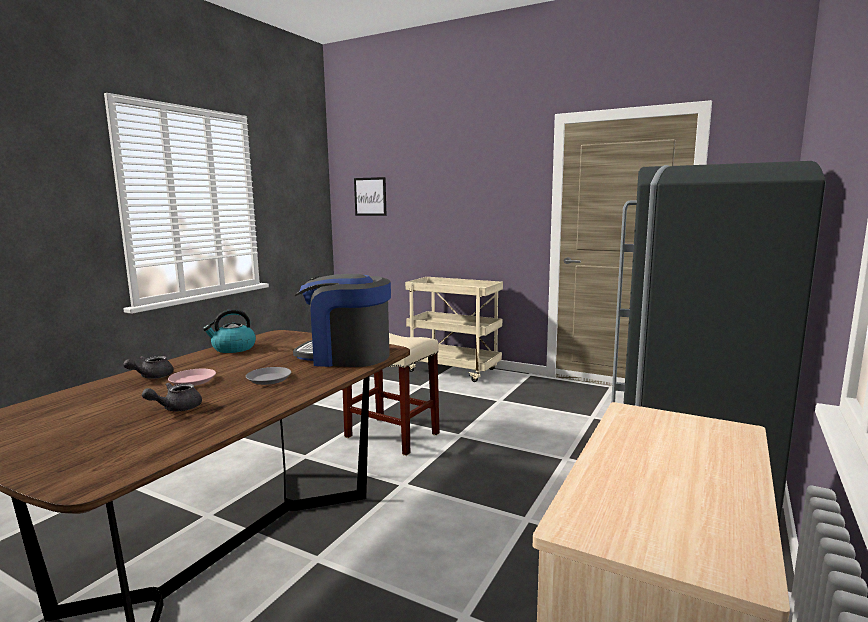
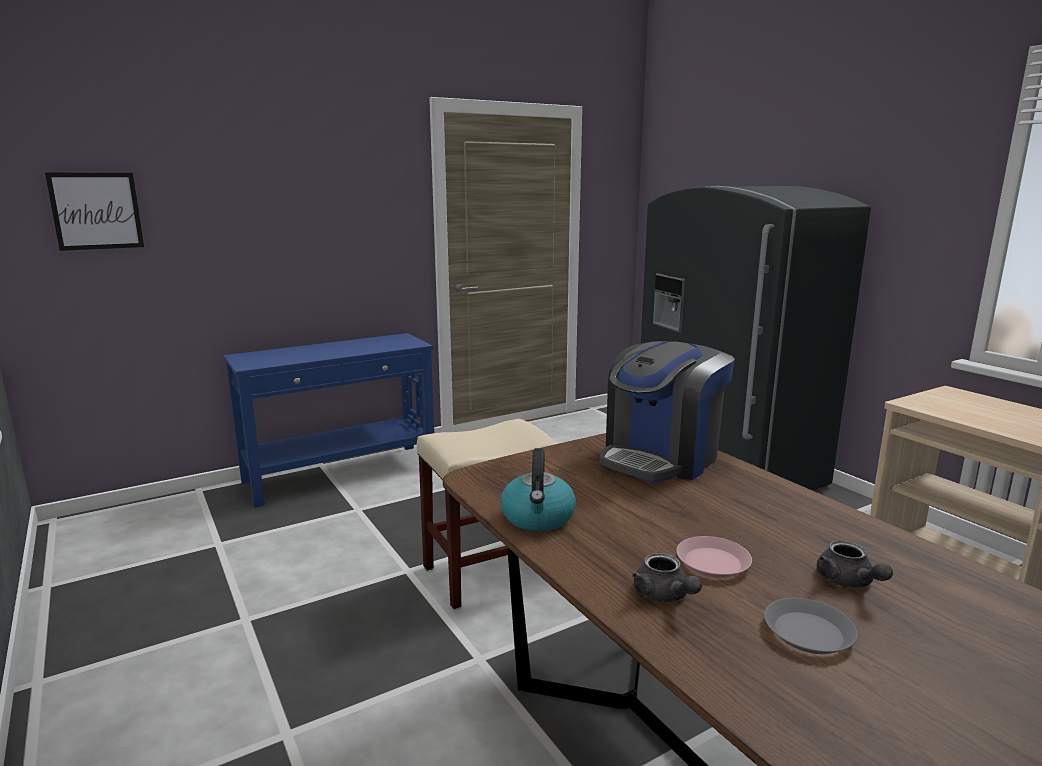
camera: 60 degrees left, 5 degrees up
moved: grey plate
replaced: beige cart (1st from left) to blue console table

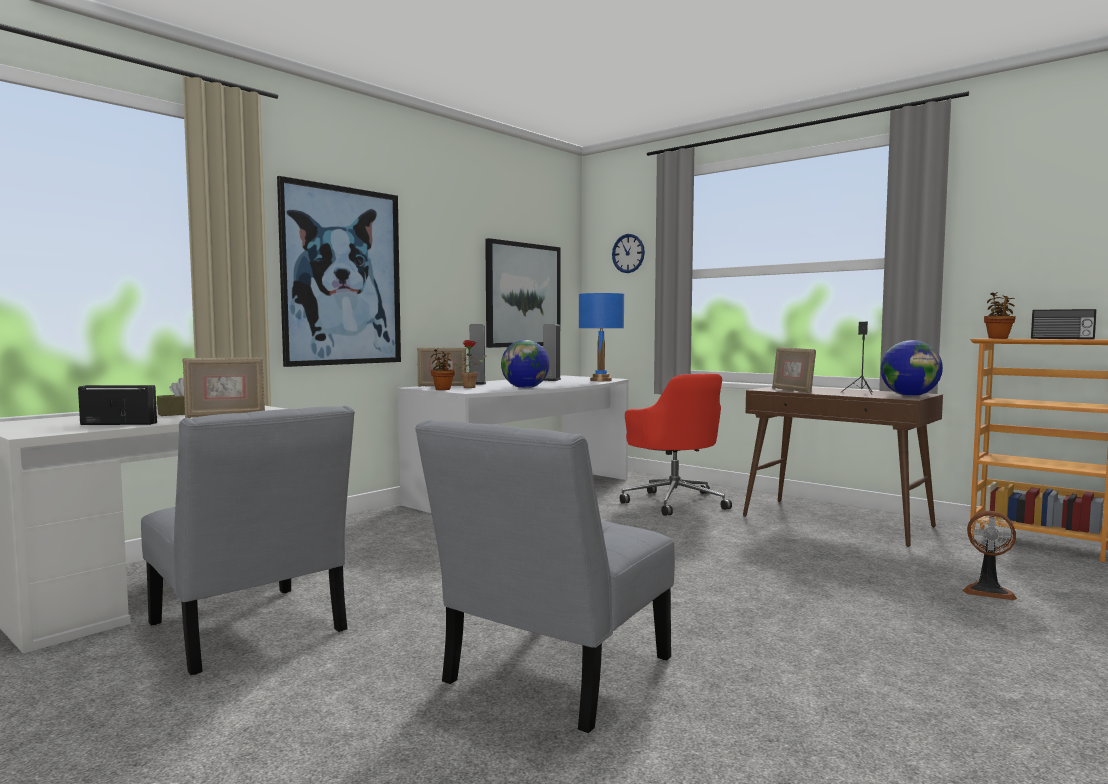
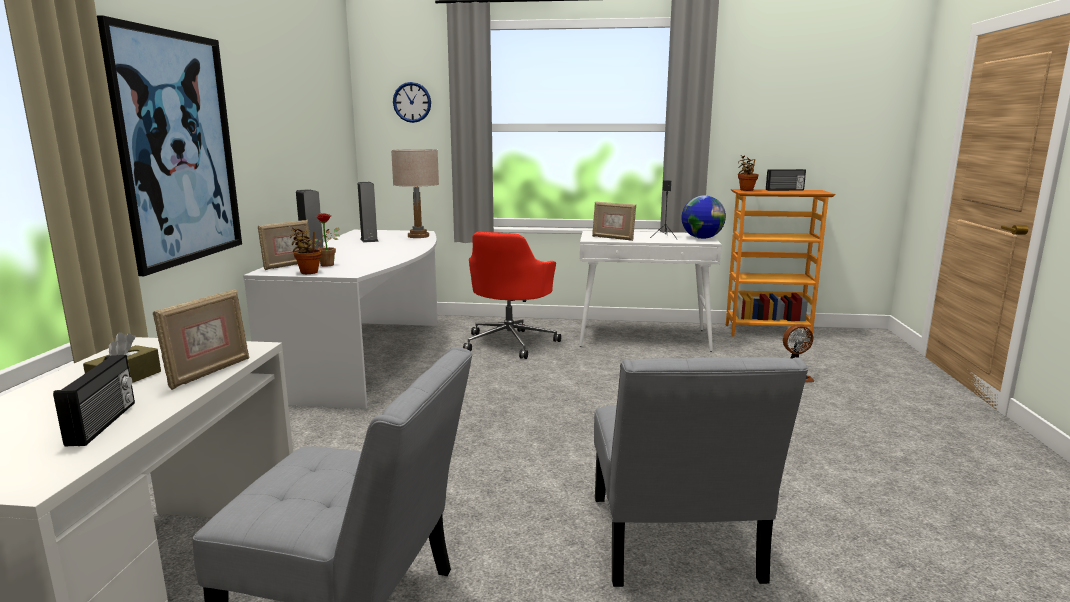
camera: 35 degrees left, 10 degrees up
removed: picture (2nd from left); globe (1st from left)
recoloured: blue table lamp to beige table lamp; brown console table to white console table
turned: radio (1st from left) 120 degrees clockwise; red office chair 75 degrees clockwise

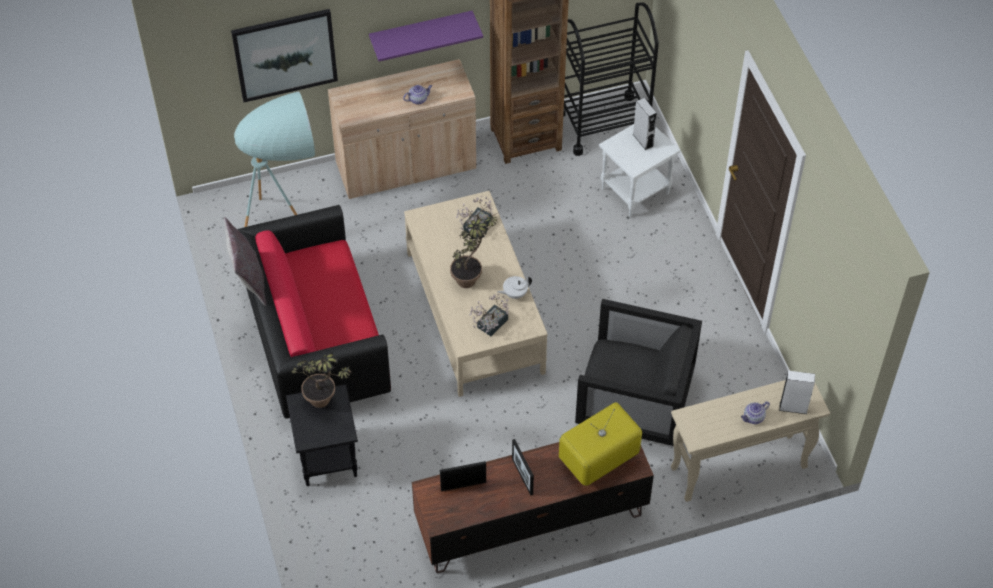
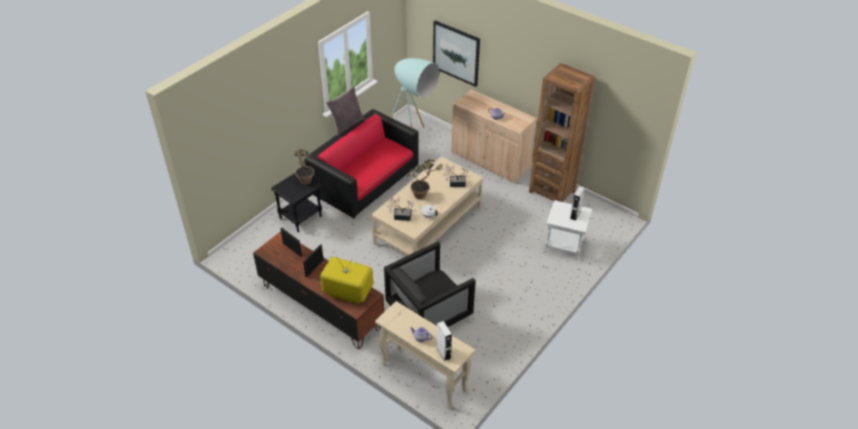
camera: 55 degrees right, 10 degrees down
removed: purple shelf; black cart
turned: black armchair 75 degrees clockwise

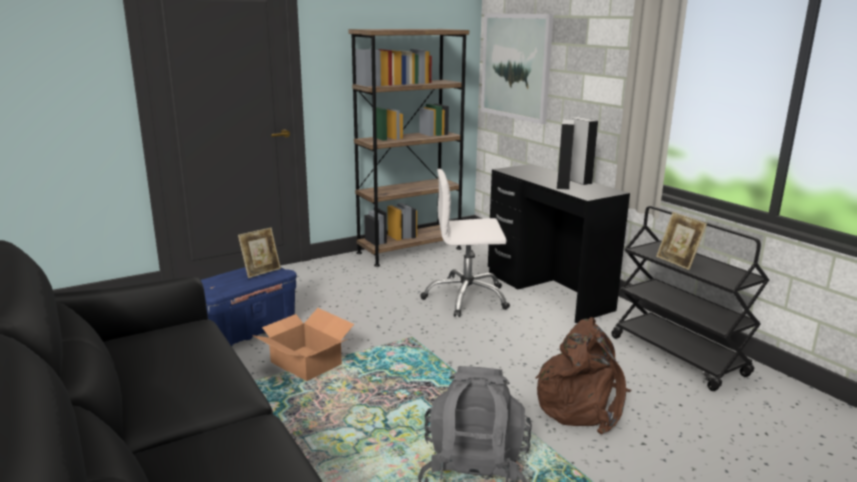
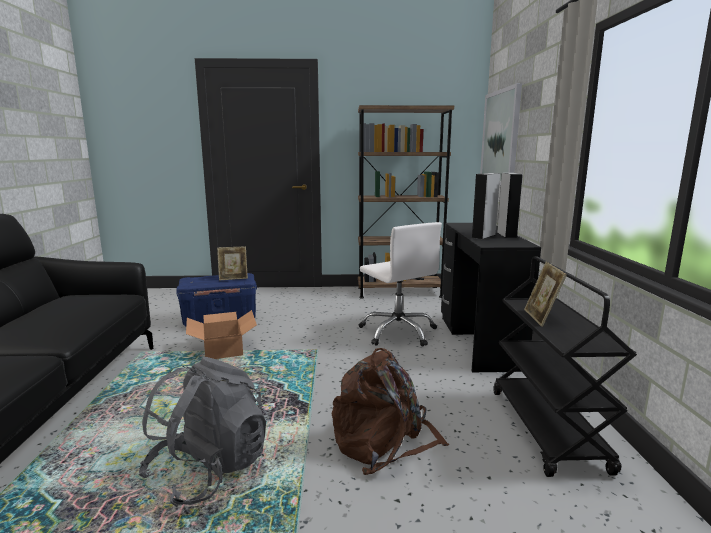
camera: 30 degrees right, 5 degrees down
turned: white office chair 150 degrees counterclockwise

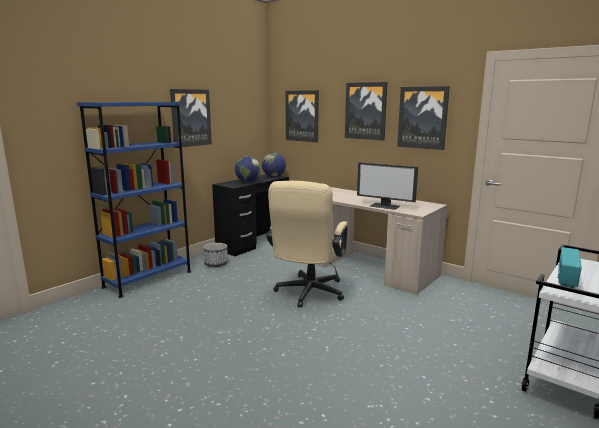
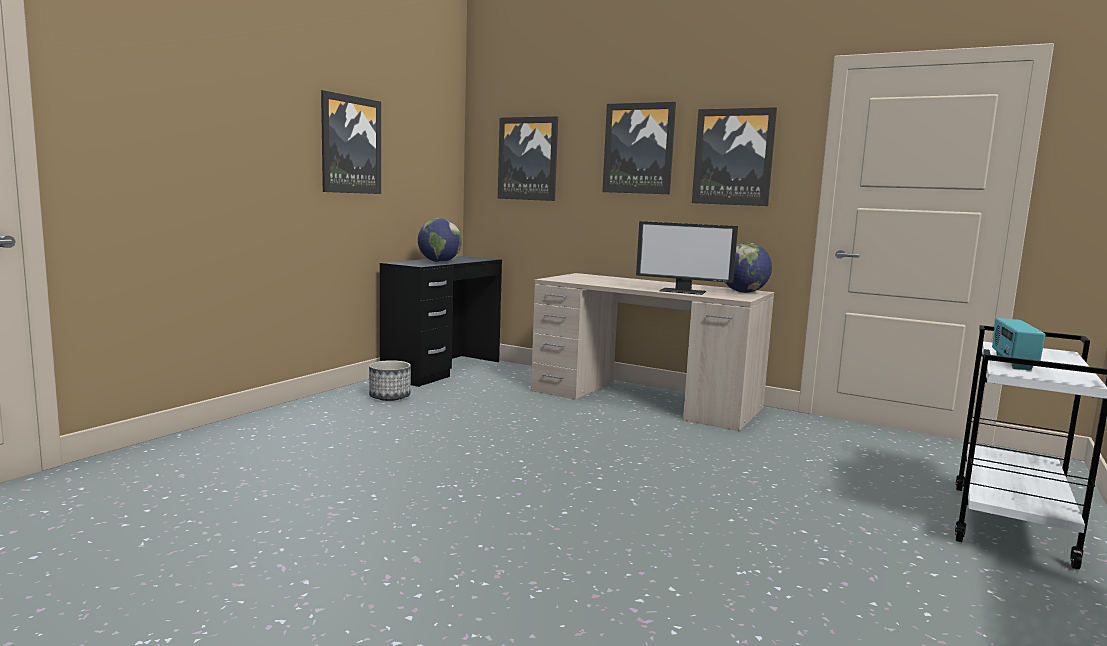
camera: 10 degrees left, 5 degrees down
removed: blue bookcase; beige office chair
moved: globe (2nd from left)

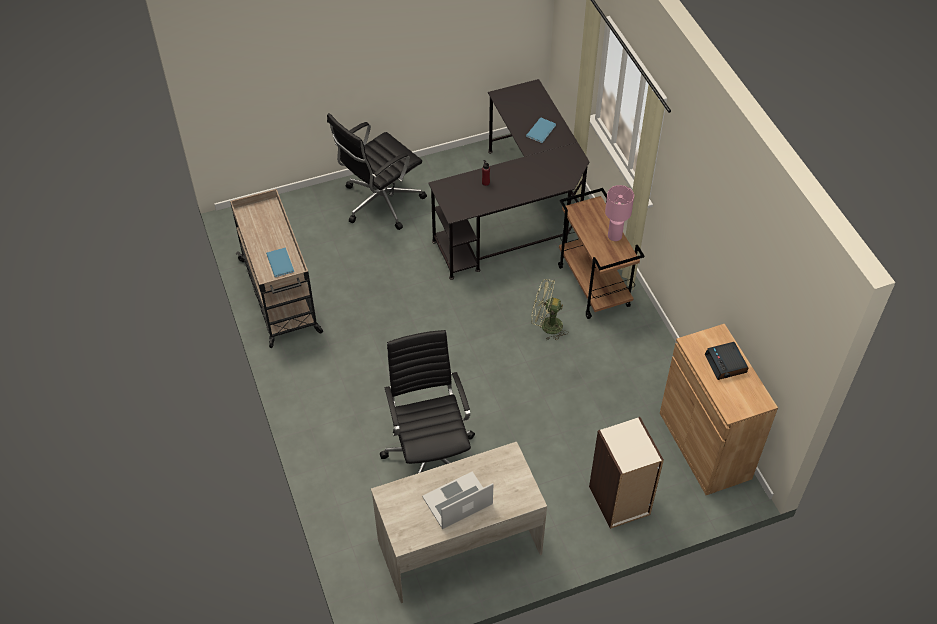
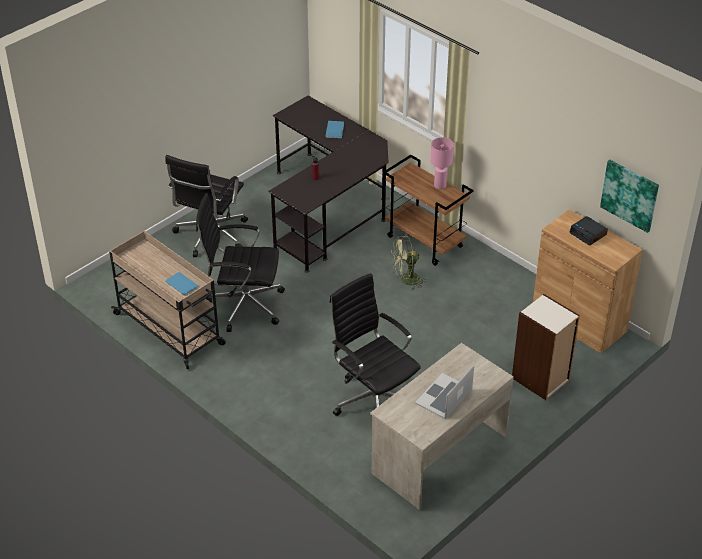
camera: 25 degrees left, 10 degrees down
added: black office chair (2nd from left); picture

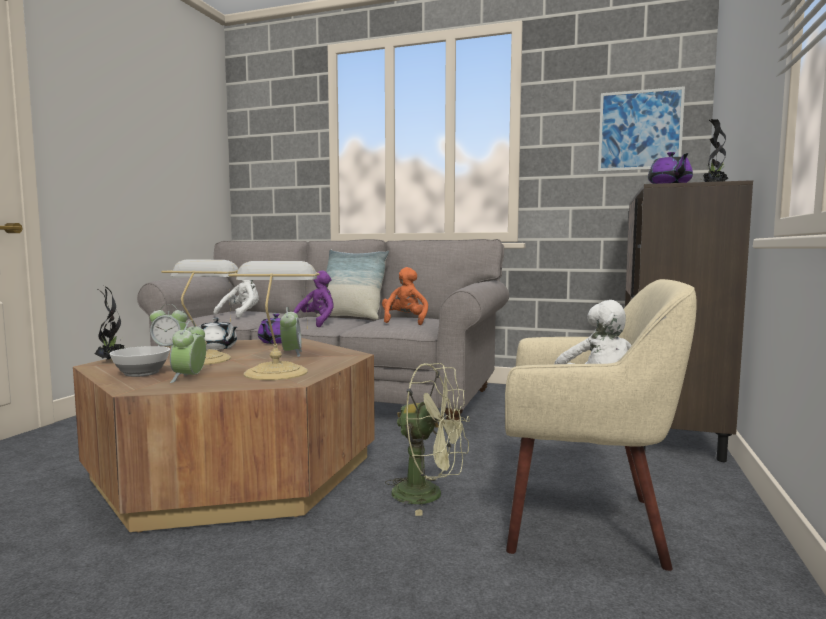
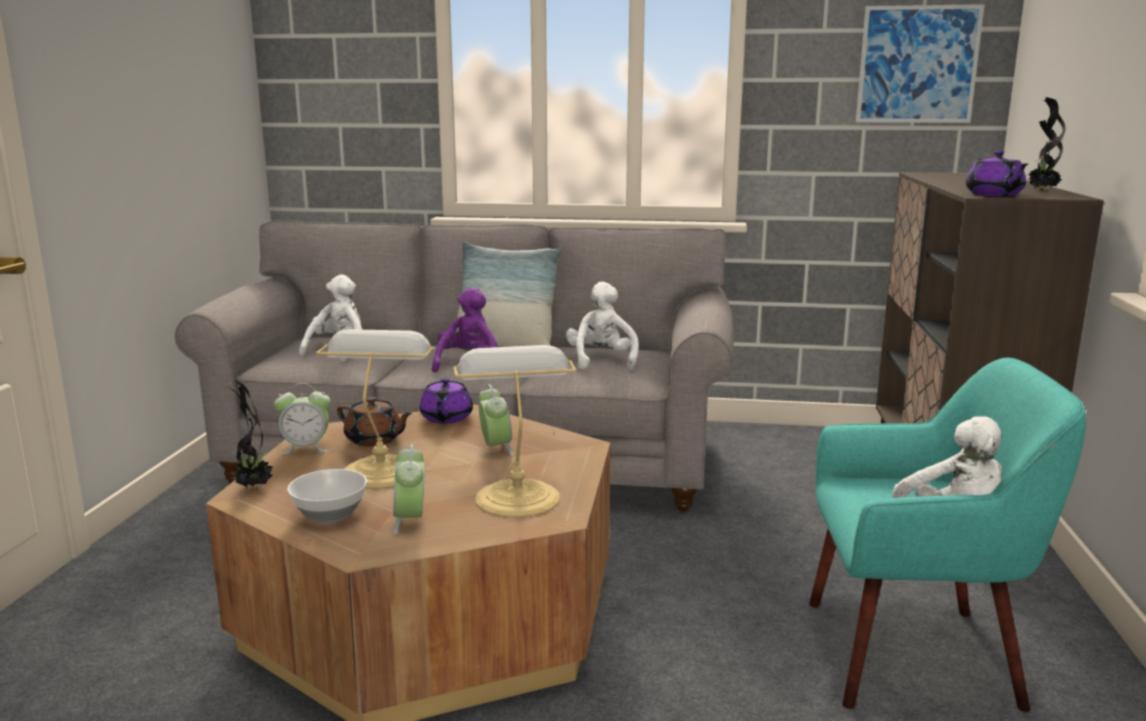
camera: 10 degrees left, 10 degrees up
removed: green fan
recoloured: white teapot to brown teapot; orange plush toy to white plush toy (2nd from left); beige armchair to turquoise armchair

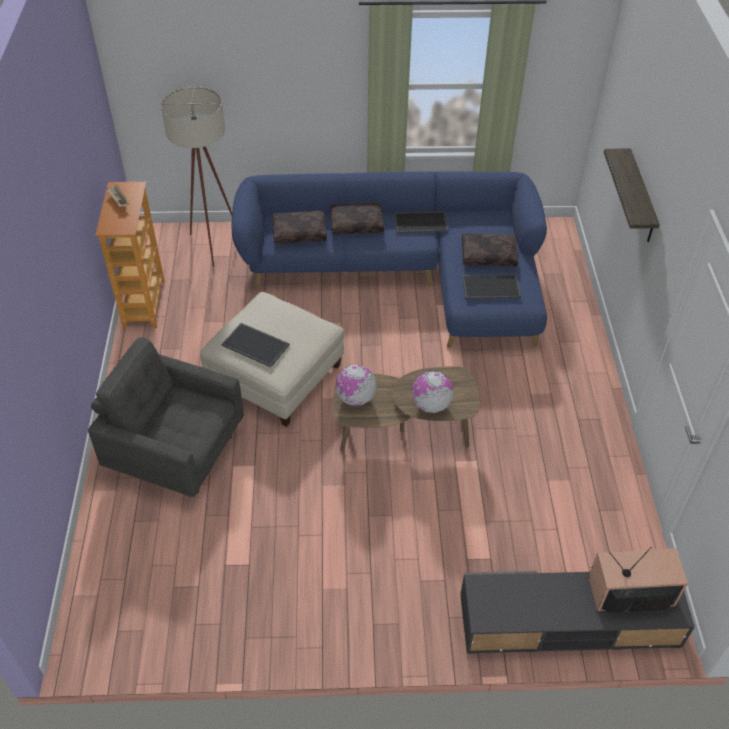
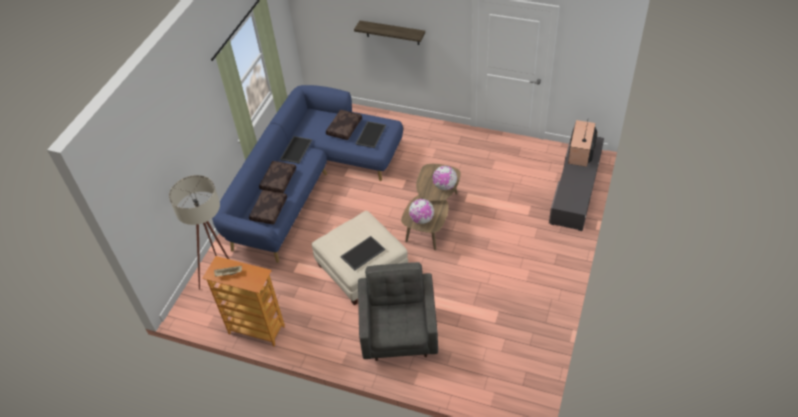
camera: 65 degrees left, 0 degrees up
turned: grey armchair 135 degrees clockwise

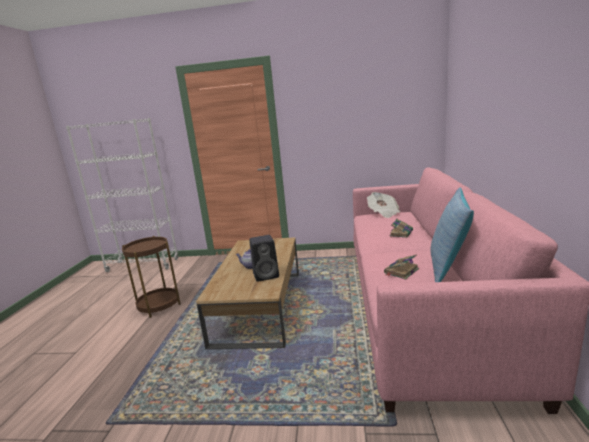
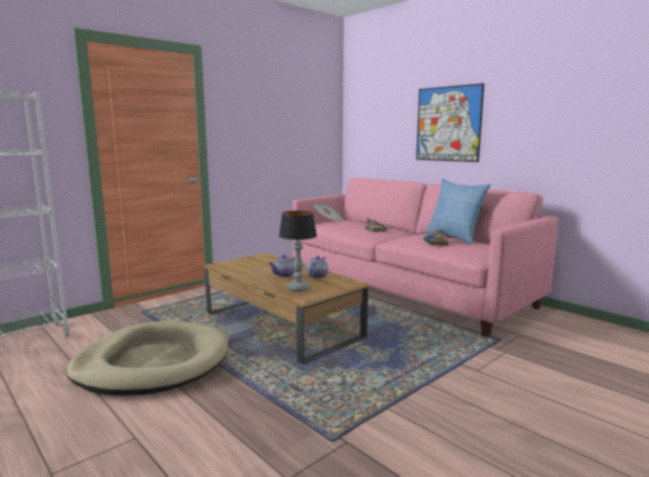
camera: 50 degrees left, 5 degrees down
added: table lamp; picture
replaced: brown side table to beige dog bed; black speaker to teapot (2nd from left)

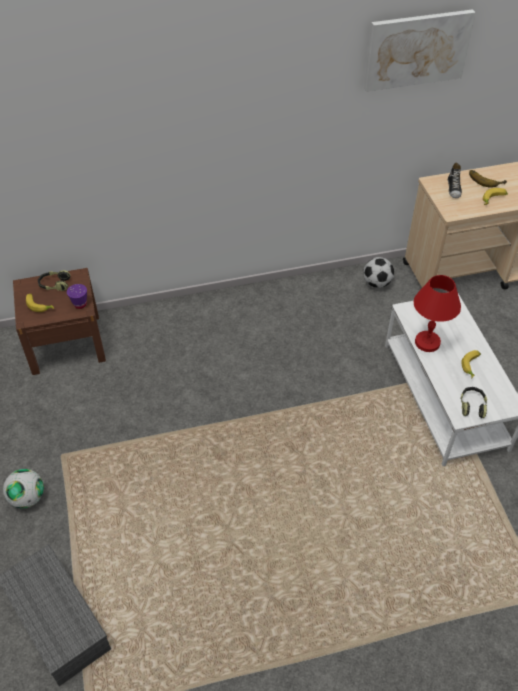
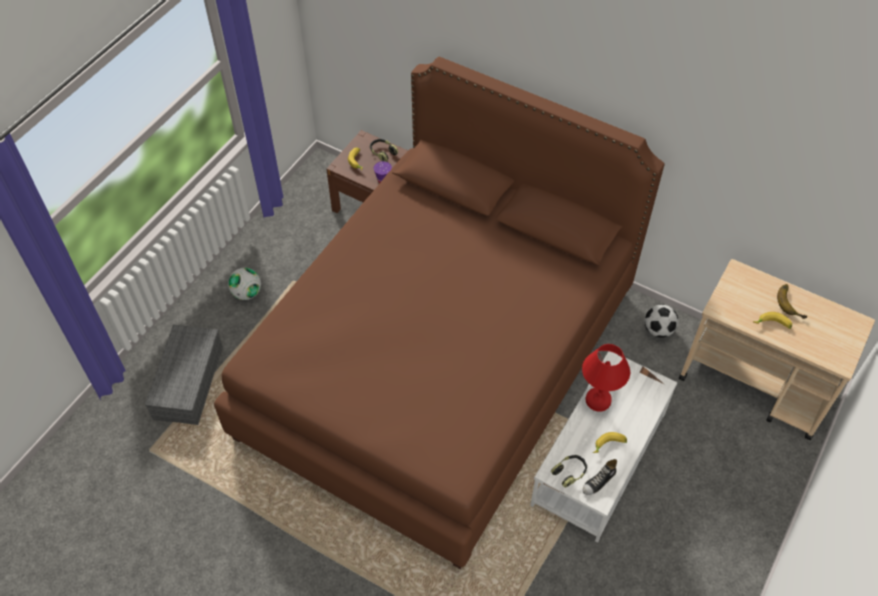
camera: 45 degrees right, 5 degrees up
removed: picture
added: brown bed
moved: shoe

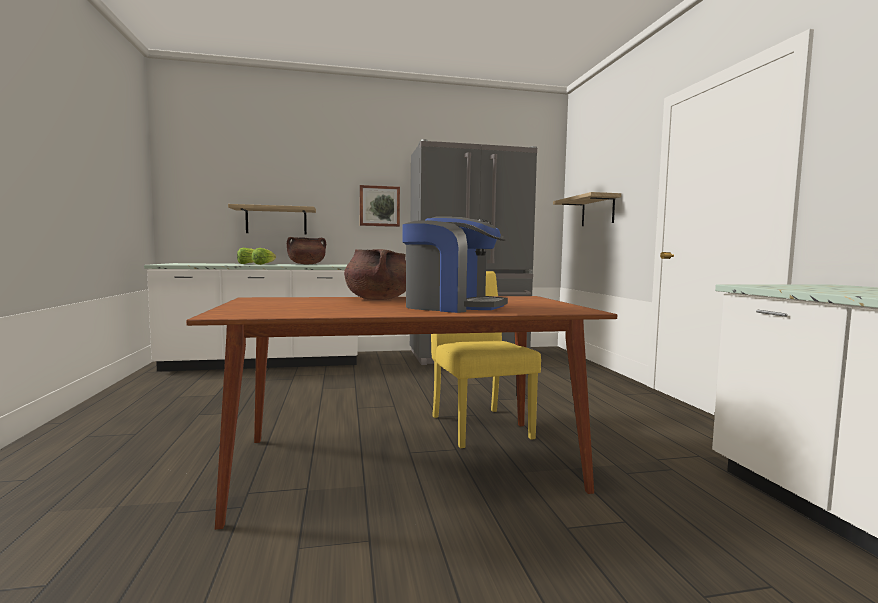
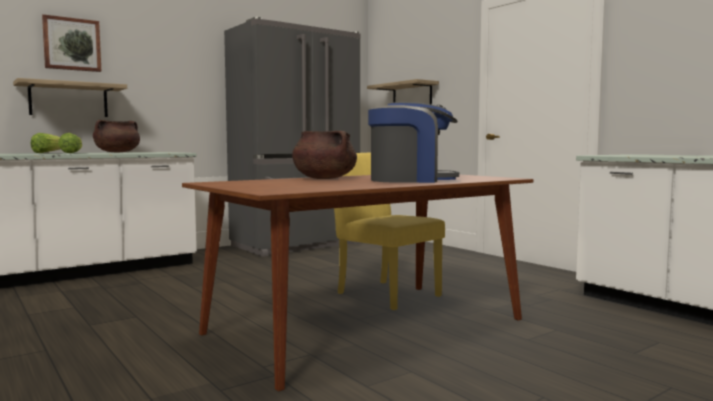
camera: 25 degrees left, 0 degrees up
moved: picture

